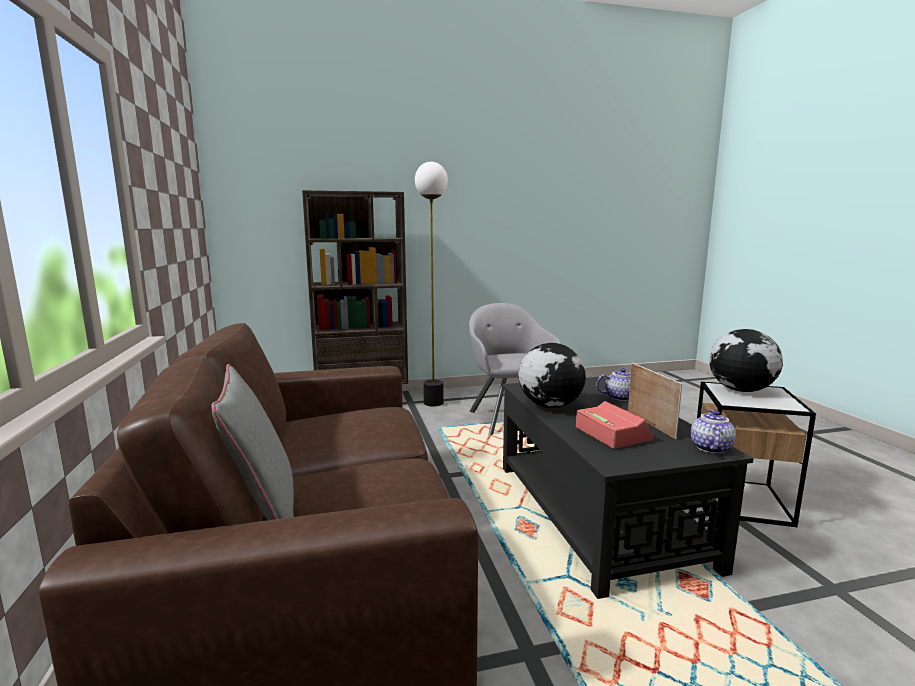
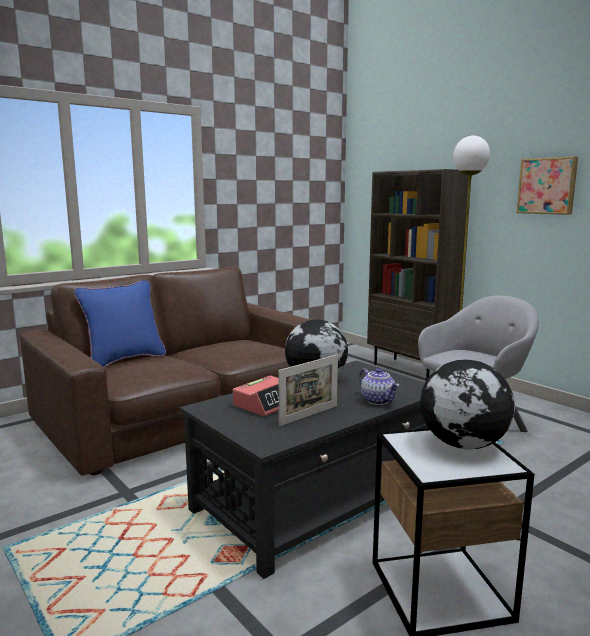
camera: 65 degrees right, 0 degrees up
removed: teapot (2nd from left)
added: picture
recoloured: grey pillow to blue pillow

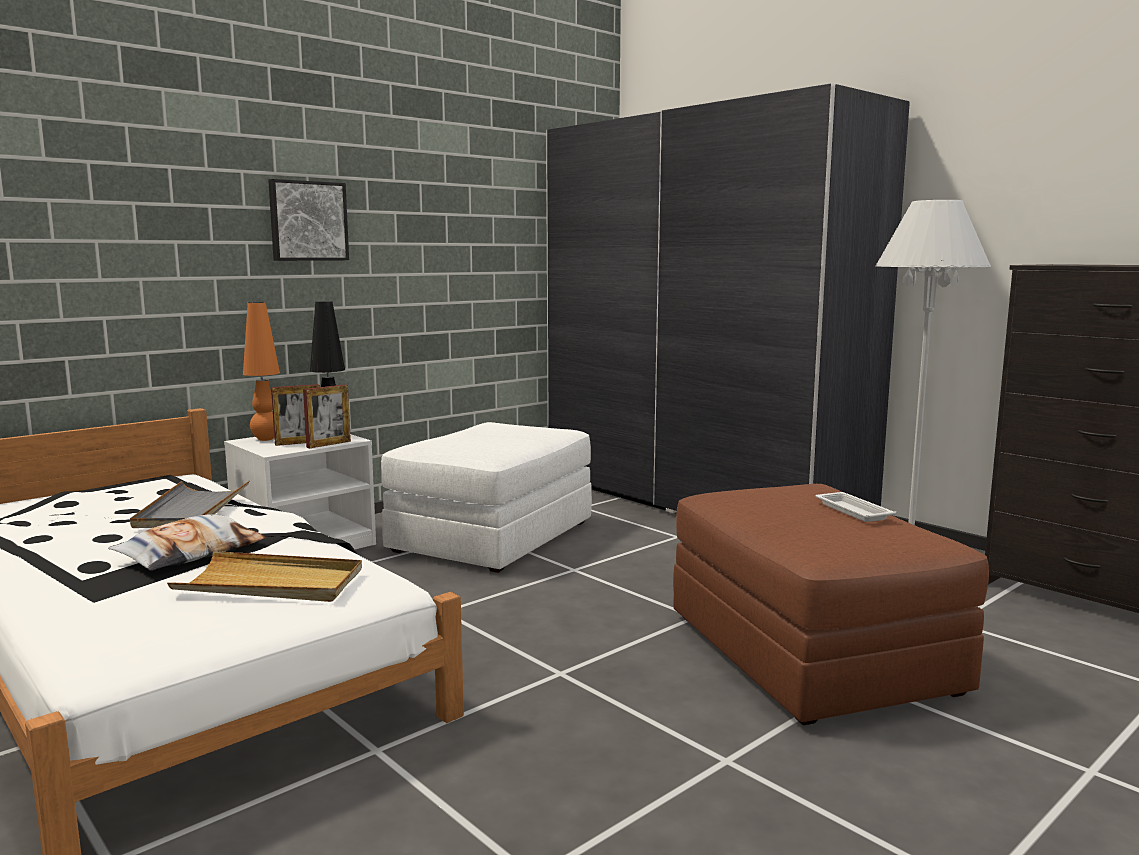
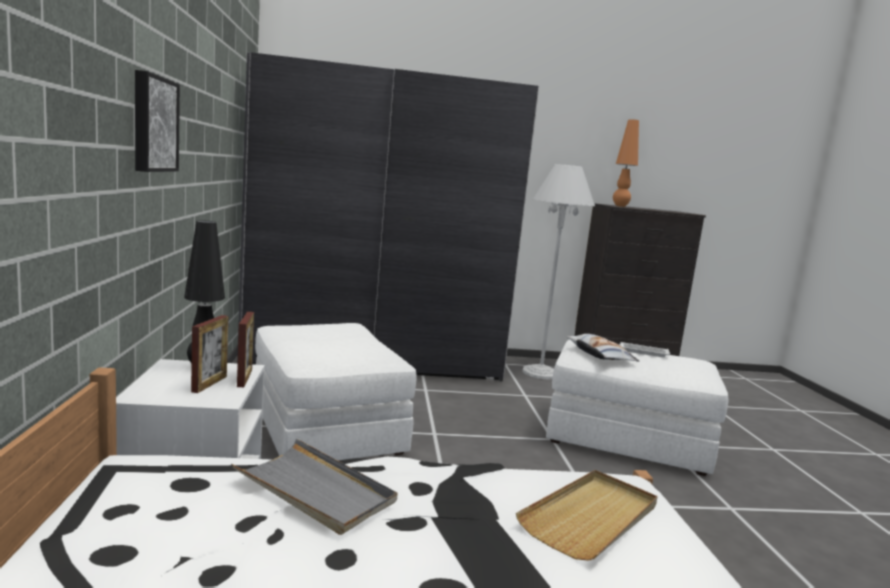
camera: 55 degrees left, 0 degrees up
moved: pillow; orange table lamp
recoloured: brown ottoman to white ottoman (2nd from left)

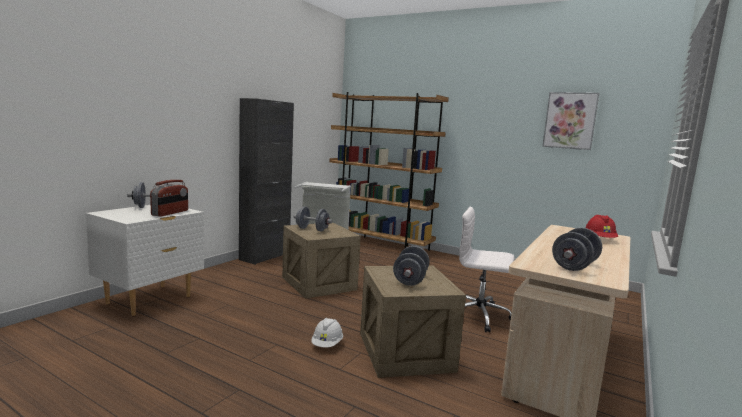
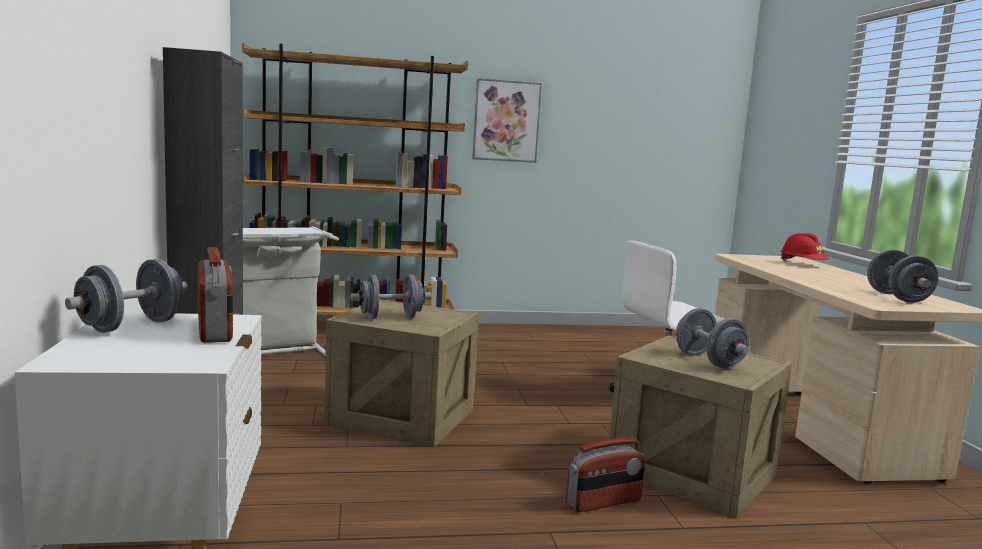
camera: 40 degrees left, 0 degrees up
moved: picture
replaced: white hard hat to radio (2nd from left)

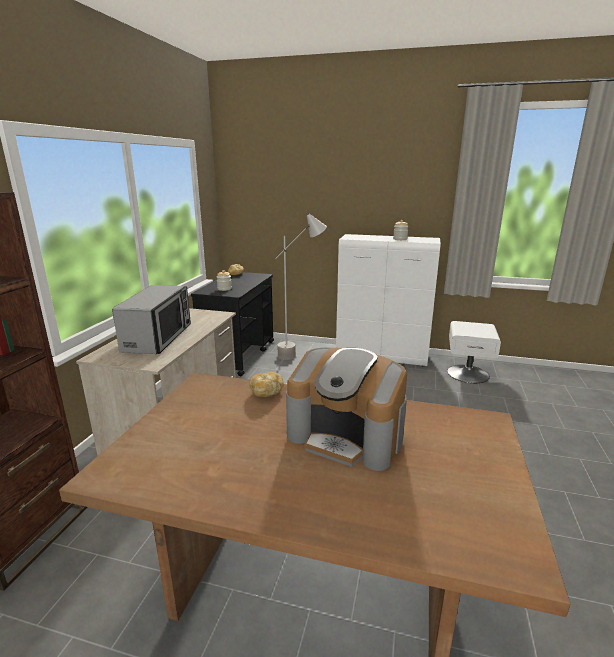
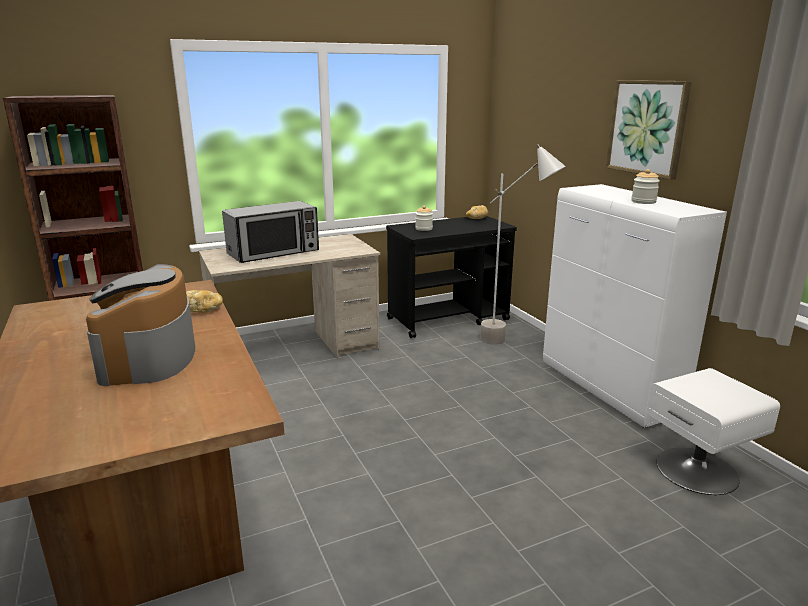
camera: 50 degrees right, 0 degrees up
added: picture

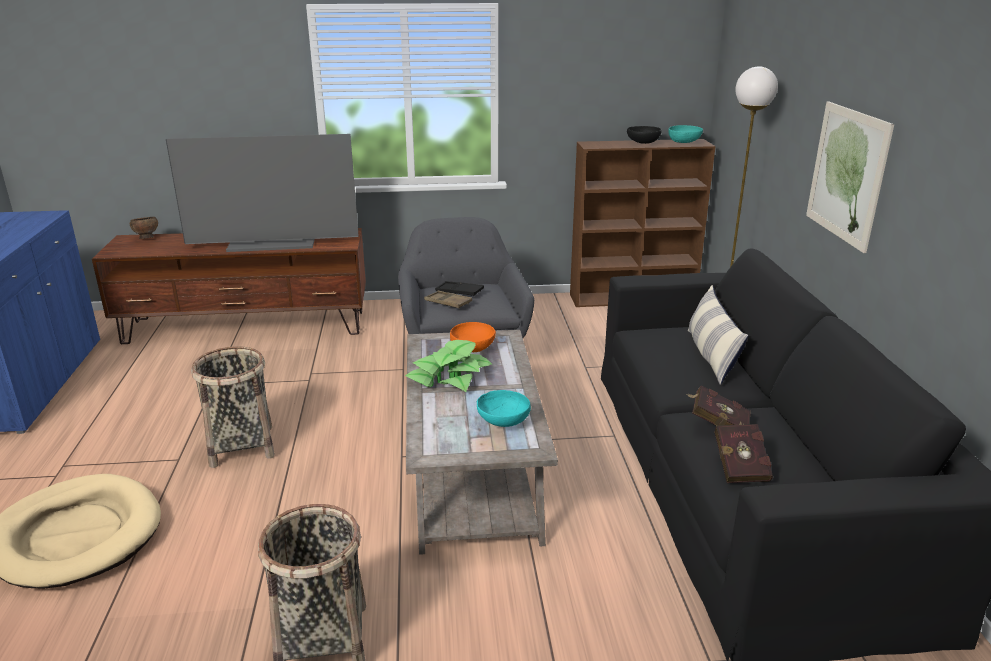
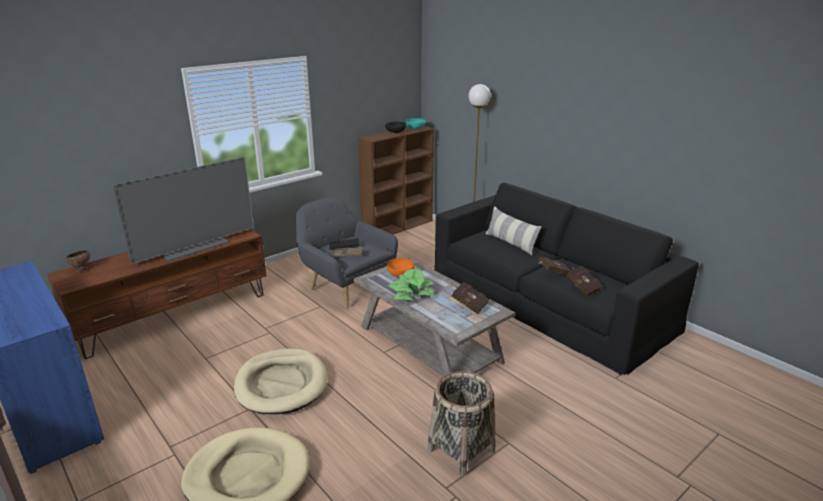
camera: 35 degrees left, 0 degrees up
removed: picture
replaced: basket (1st from left) to beige dog bed (2nd from left); turquoise bowl (1st from left) to red book (1st from left)

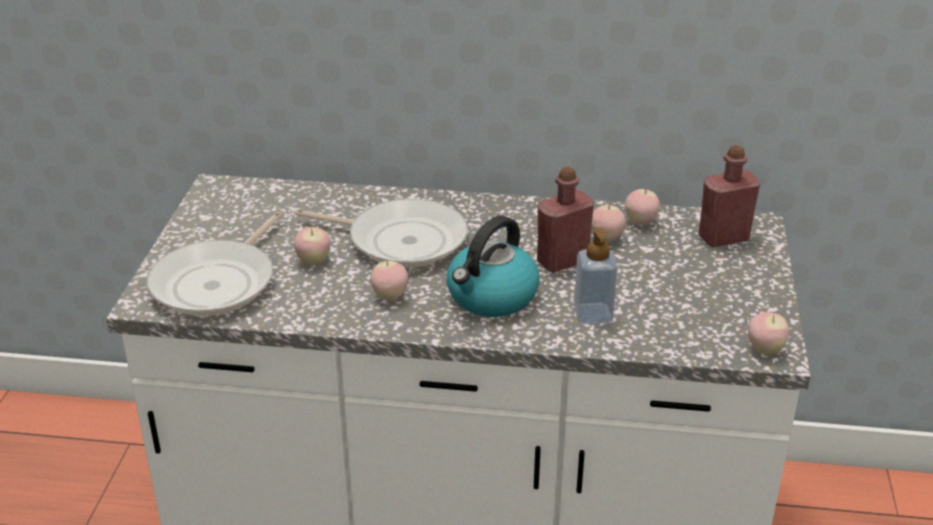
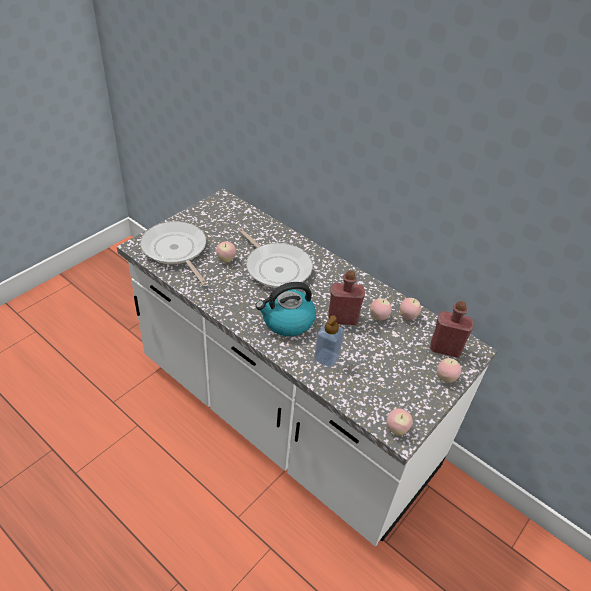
camera: 30 degrees right, 10 degrees up
moved: apple (2nd from left in the first image) to apple (5th from left)
turned: frying pan (1st from left) 90 degrees clockwise

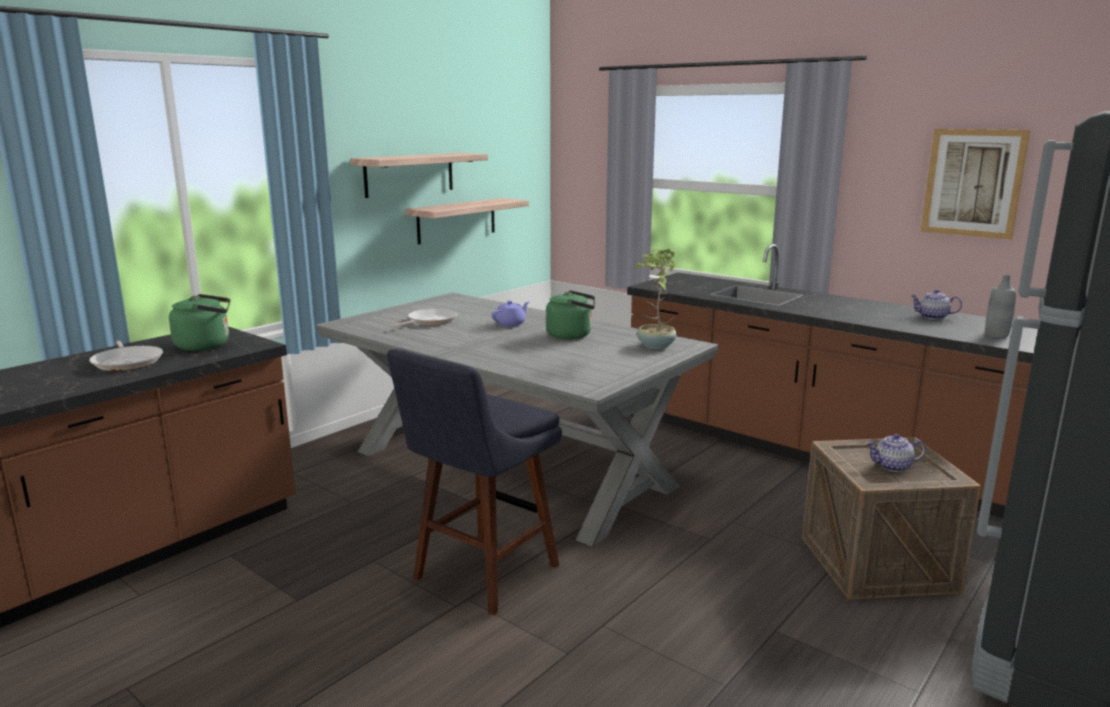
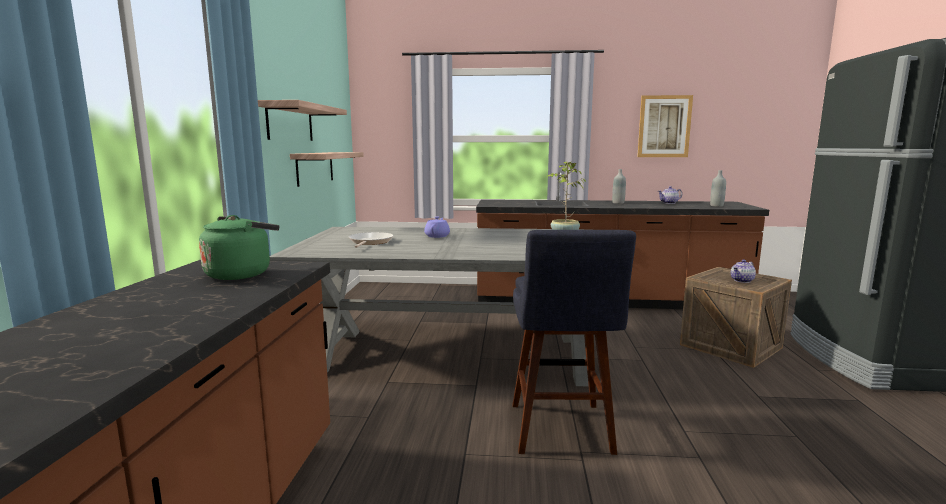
camera: 35 degrees left, 5 degrees down
removed: frying pan (1st from left); green kettle (2nd from left)
added: grey bottle (1st from left)

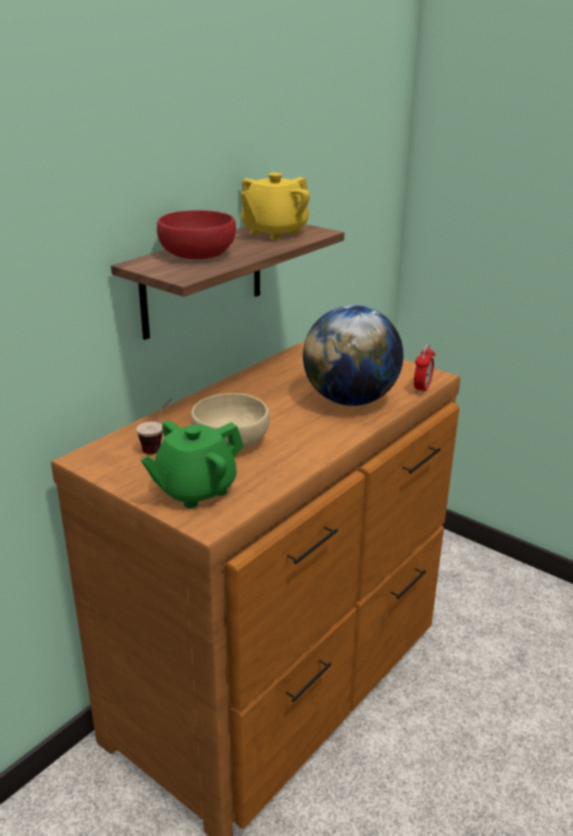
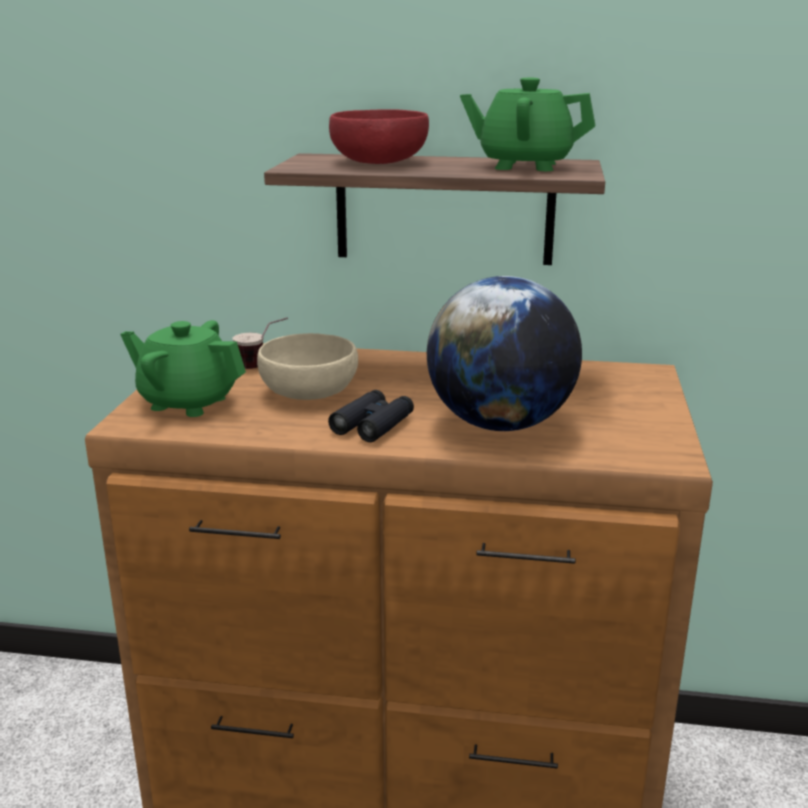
camera: 60 degrees right, 5 degrees down
removed: alarm clock
added: black binoculars
recoloured: yellow teapot to green teapot (2nd from left)

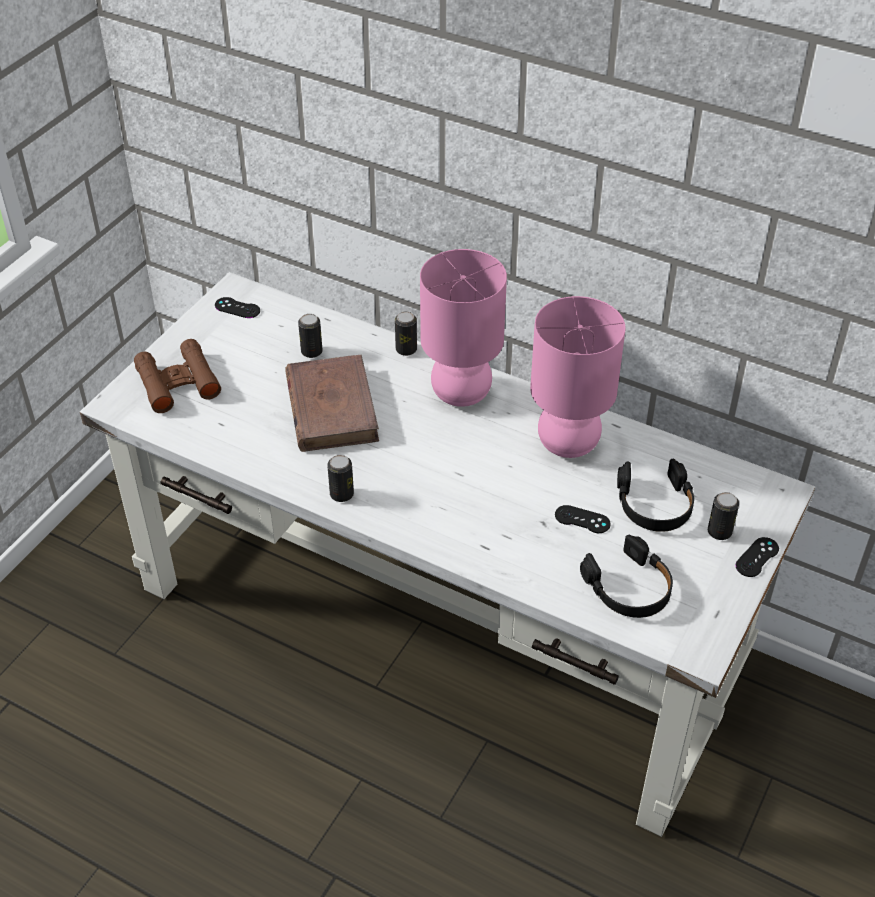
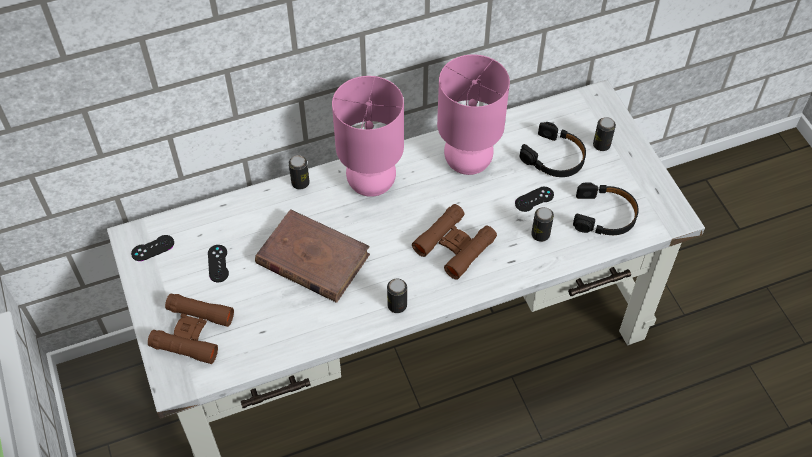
camera: 50 degrees left, 10 degrees up
added: brown binoculars (2nd from left)
moved: can (1st from left in the first image) to can (3rd from left); black game controller (3rd from left in the first image) to black game controller (2nd from left)

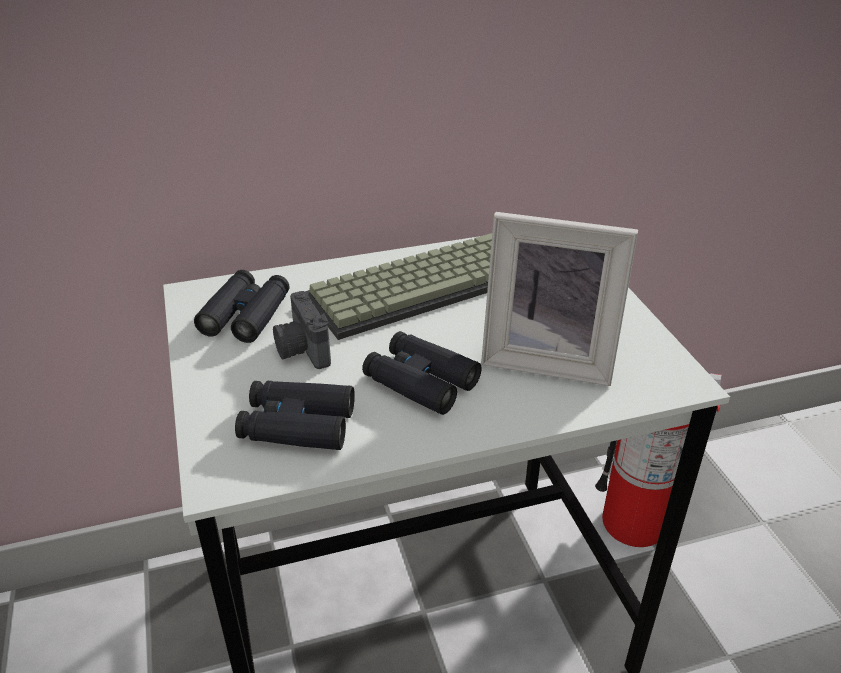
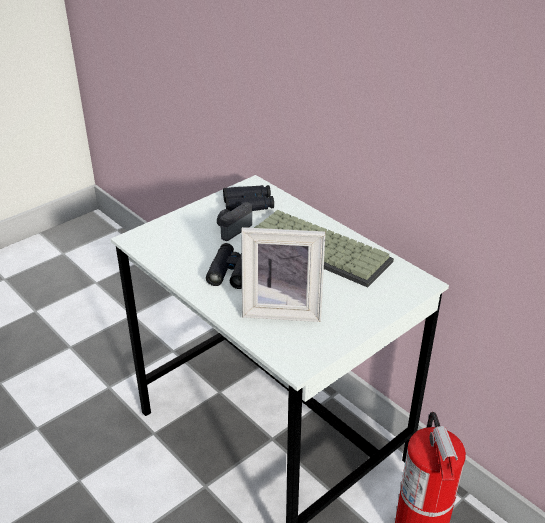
camera: 65 degrees right, 0 degrees up
removed: black binoculars (2nd from left)
turned: picture frame 75 degrees counterclockwise

